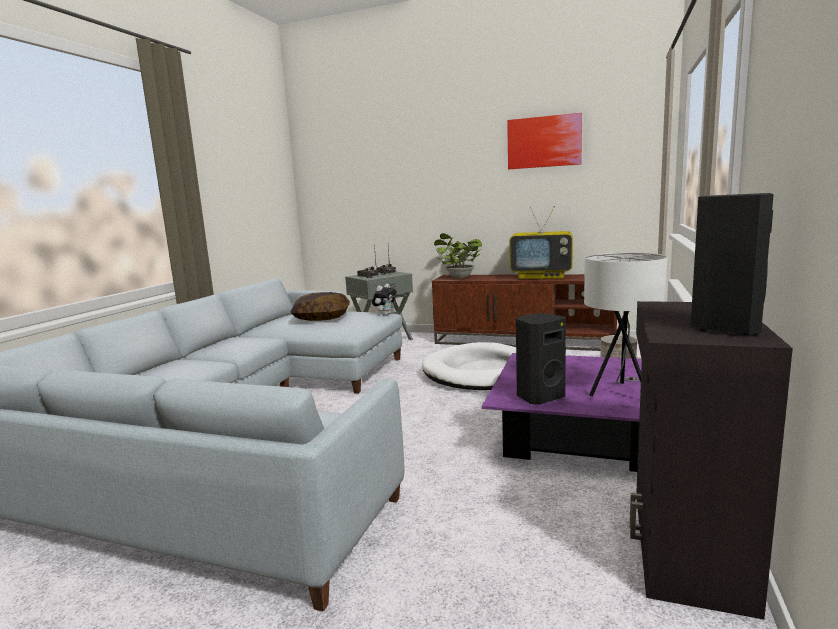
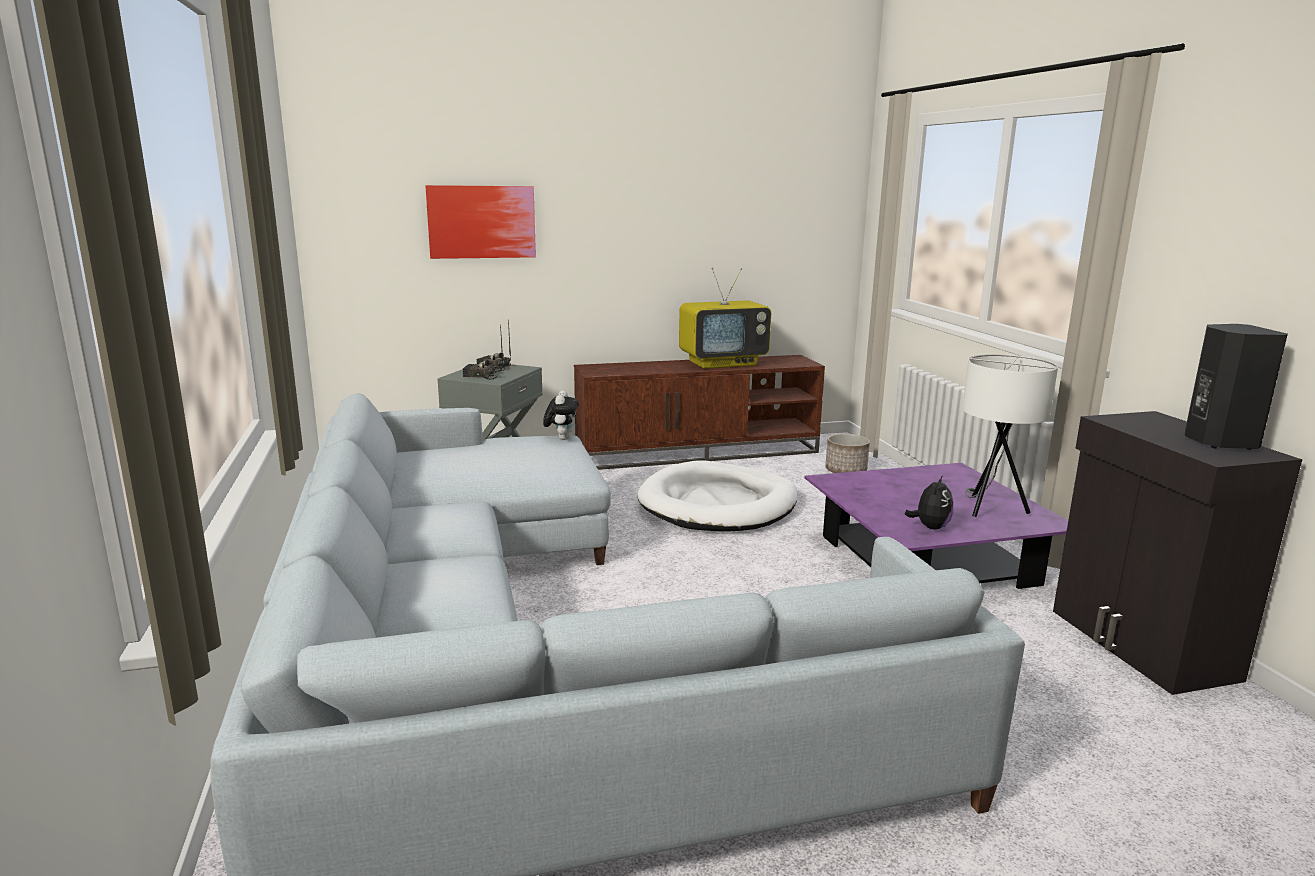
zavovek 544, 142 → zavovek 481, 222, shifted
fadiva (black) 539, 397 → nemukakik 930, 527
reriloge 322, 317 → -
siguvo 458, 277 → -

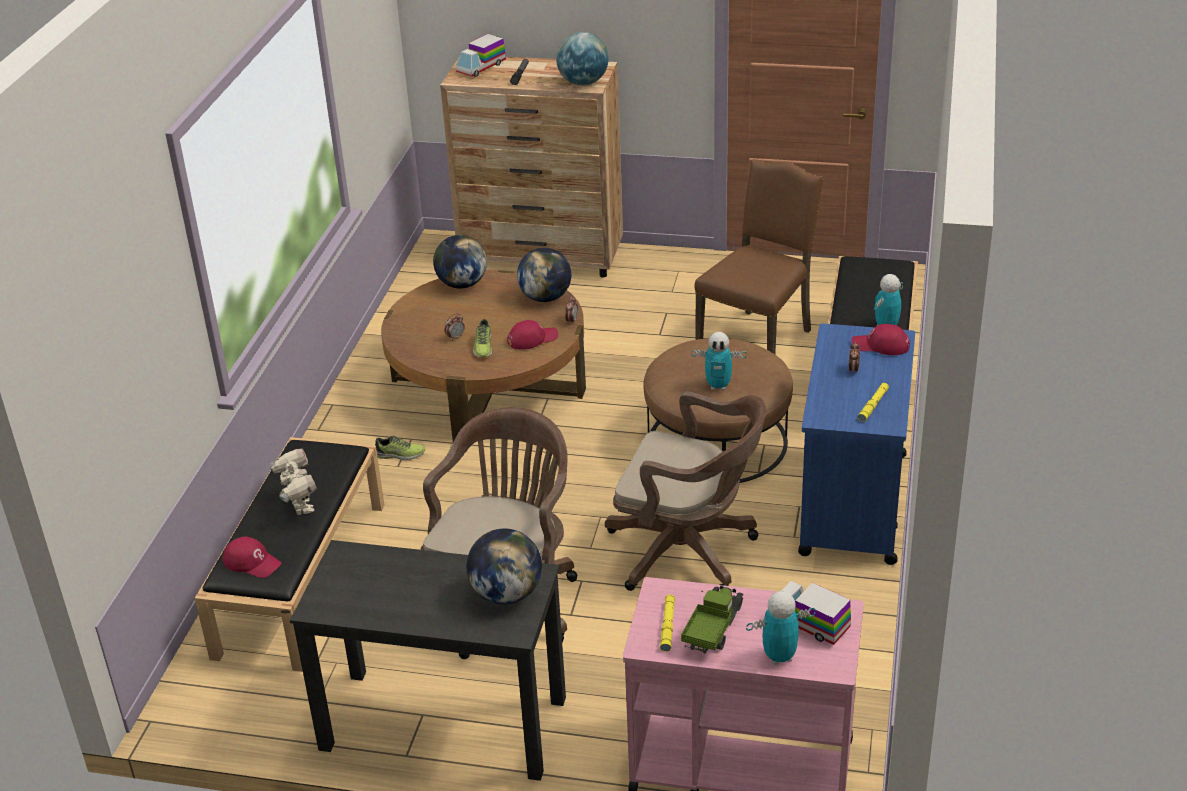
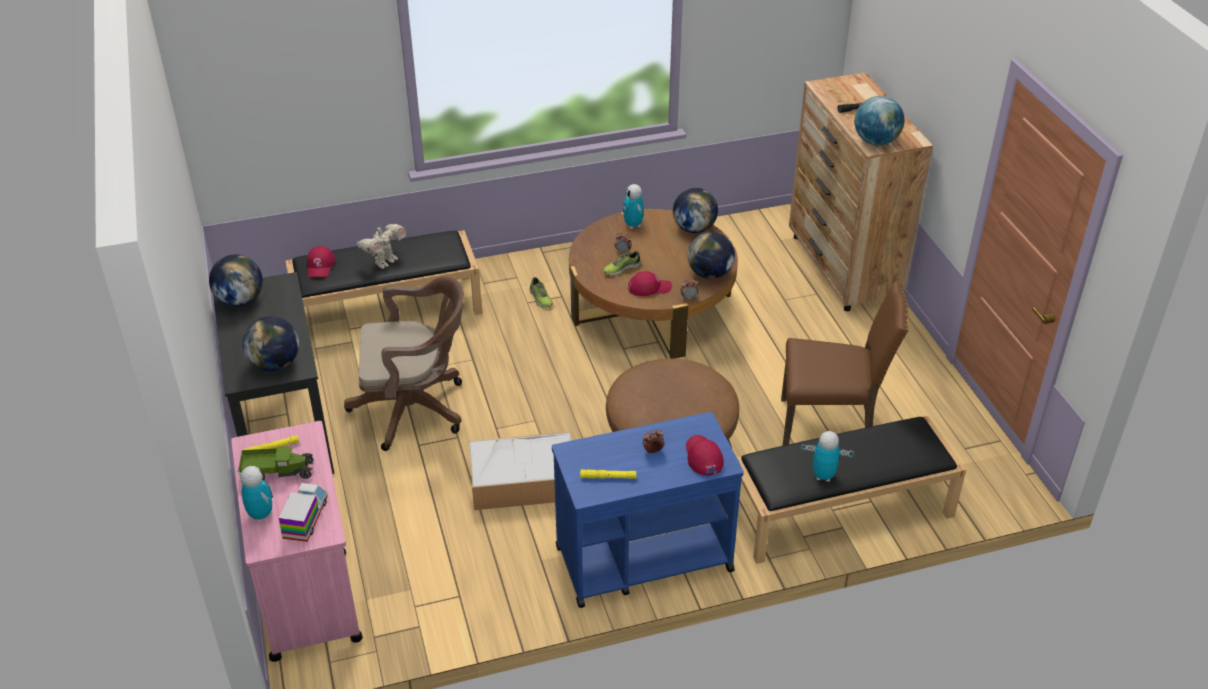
- → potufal 240, 300
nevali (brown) 689, 552 → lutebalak 522, 482
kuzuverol 718, 386 → kuzuverol 633, 225, shifted
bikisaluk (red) 532, 339 → bikisaluk (red) 649, 287, 45 degrees counterclockwise
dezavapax 481, 67 → -

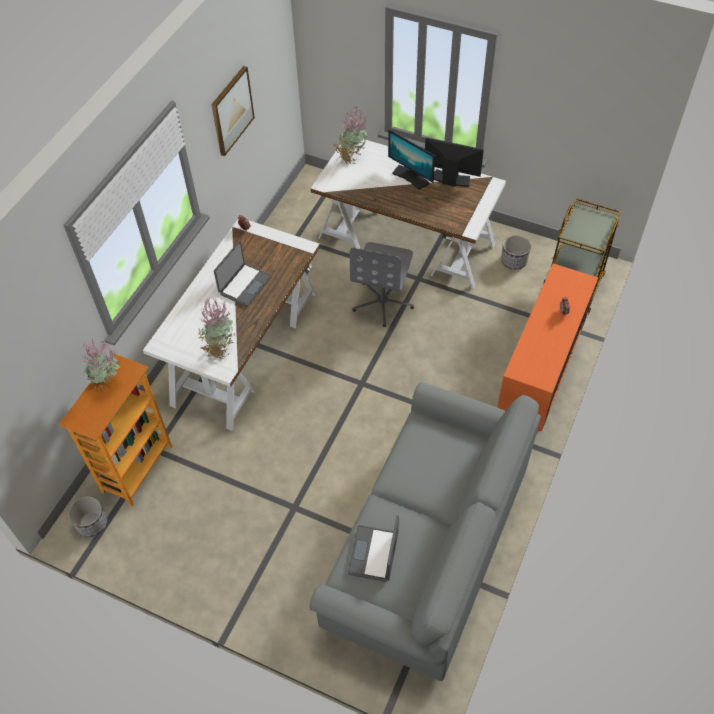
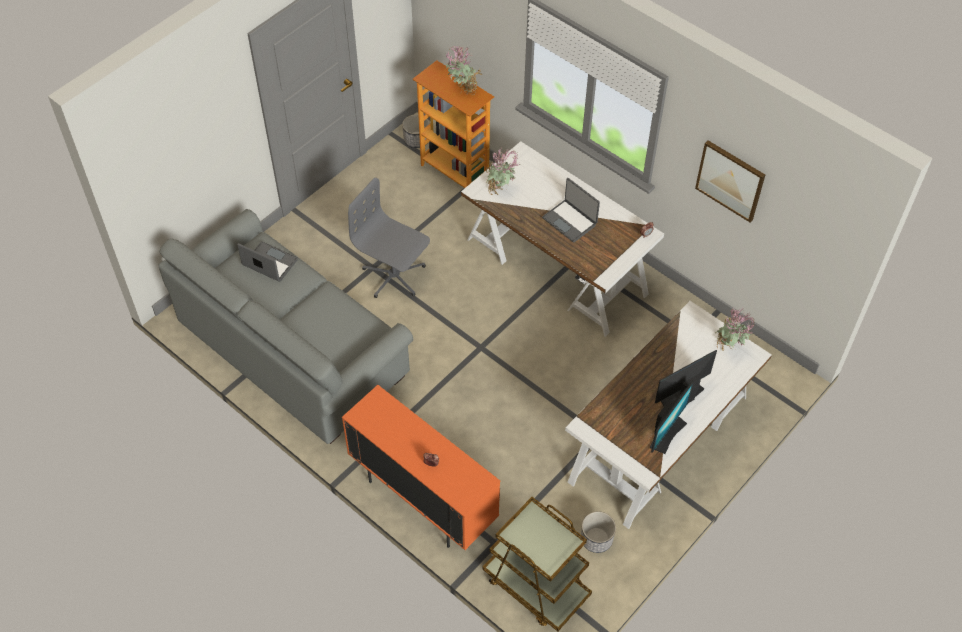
nevali (grey) 383, 302 → nevali (grey) 394, 276, shifted

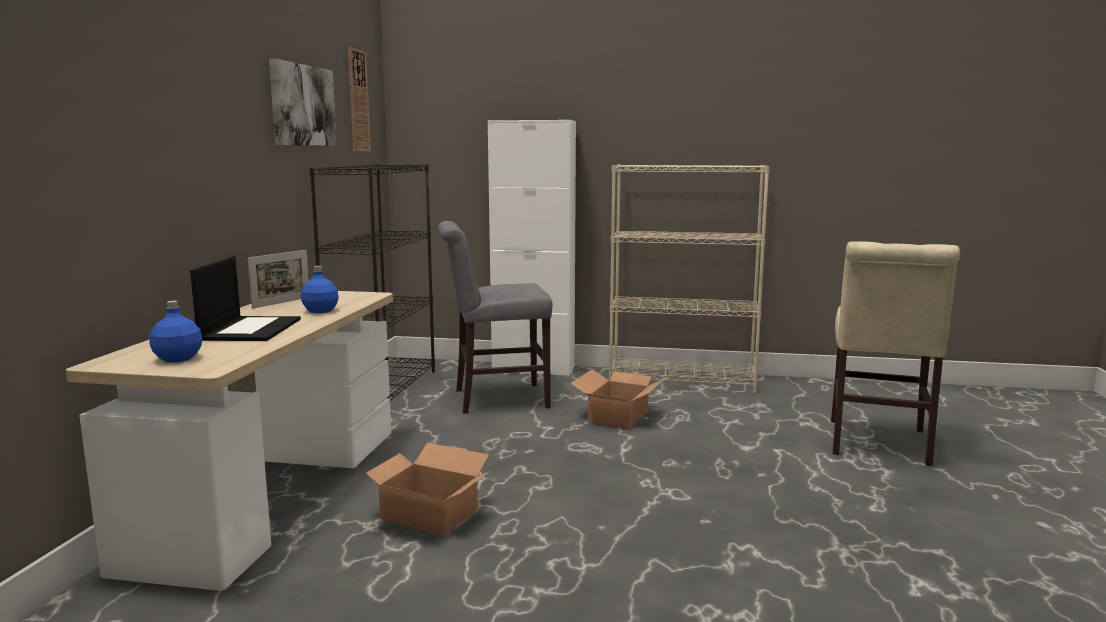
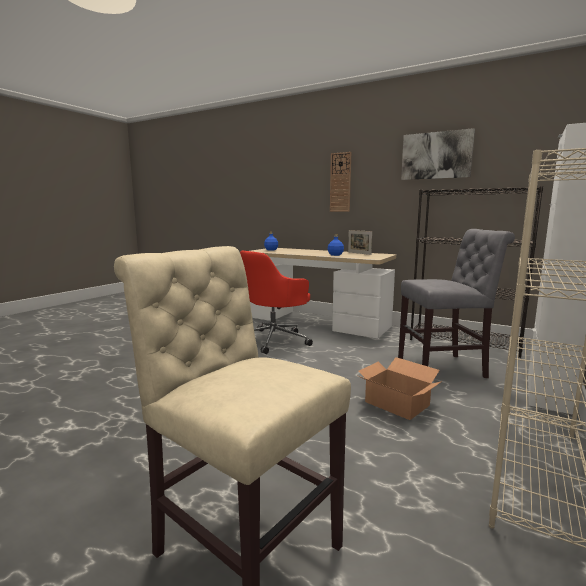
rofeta 429, 515 → nevali (red) 274, 340
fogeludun 358, 101 → fogeludun 340, 182, shifted
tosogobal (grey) 495, 399 → tosogobal (grey) 445, 368, 75 degrees clockwise
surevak 250, 329 → -

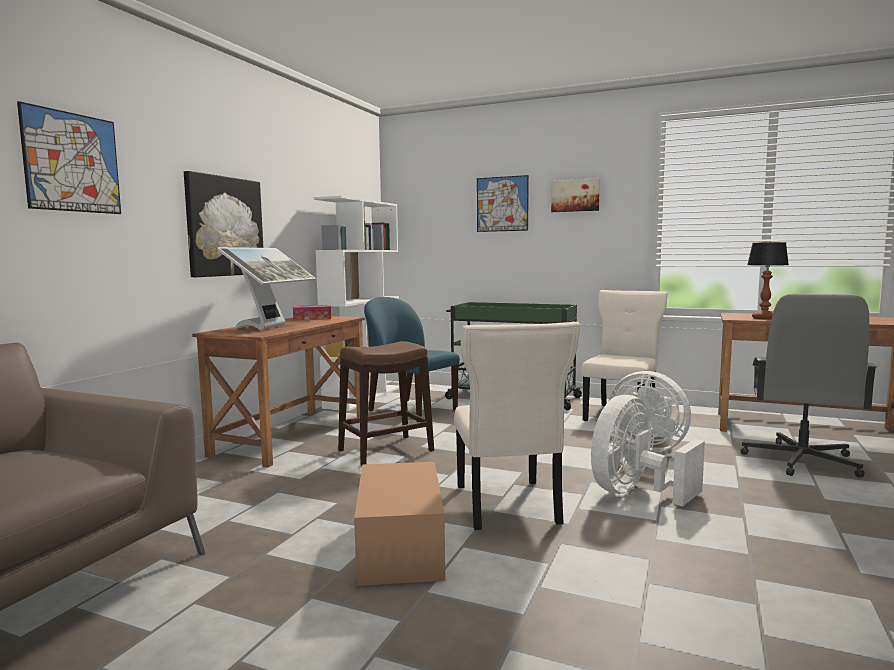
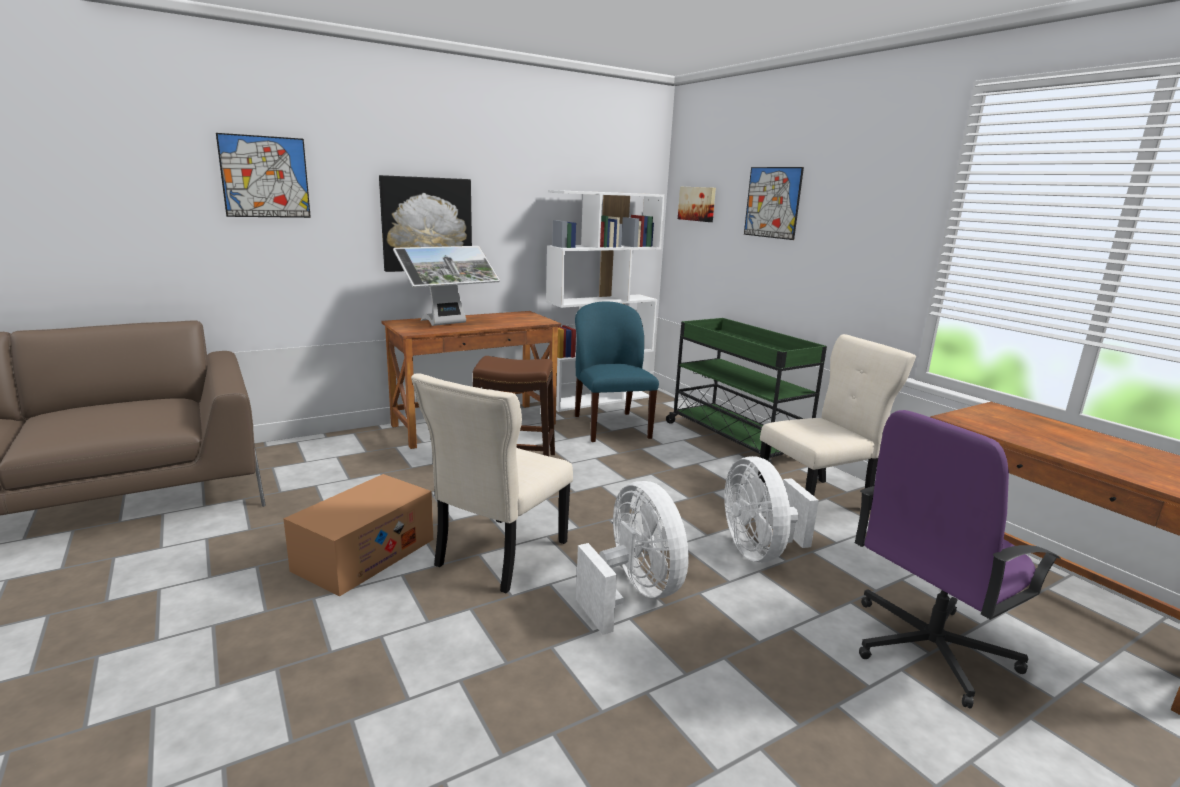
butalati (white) 635, 493 → butalati (white) 633, 594, 75 degrees clockwise
zavovek 575, 195 → zavovek 697, 204, shifted
nevali (grey) 801, 461 → nevali (purple) 927, 648
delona 312, 318 → -
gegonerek 764, 318 → -

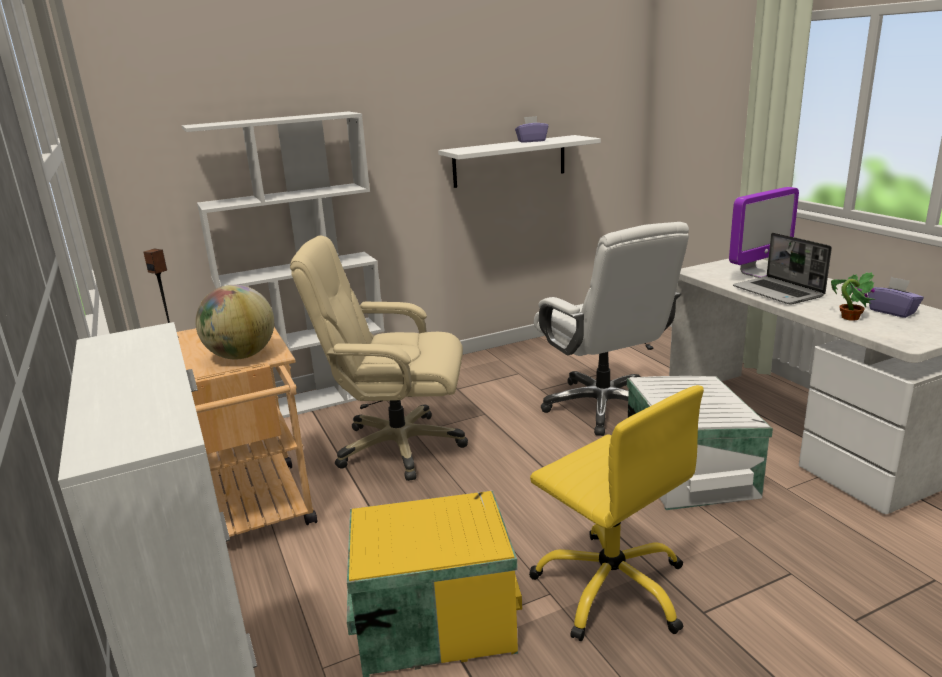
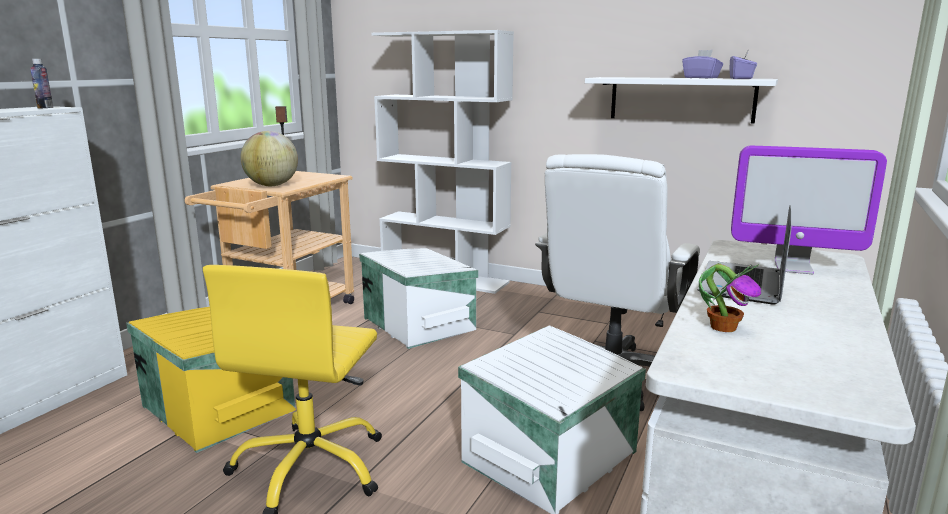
- → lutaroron 45, 107
nevali (beige) 398, 446 → lutebalak (white) 419, 323
delona (purple) 892, 311 → delona (purple) 741, 78, shifted

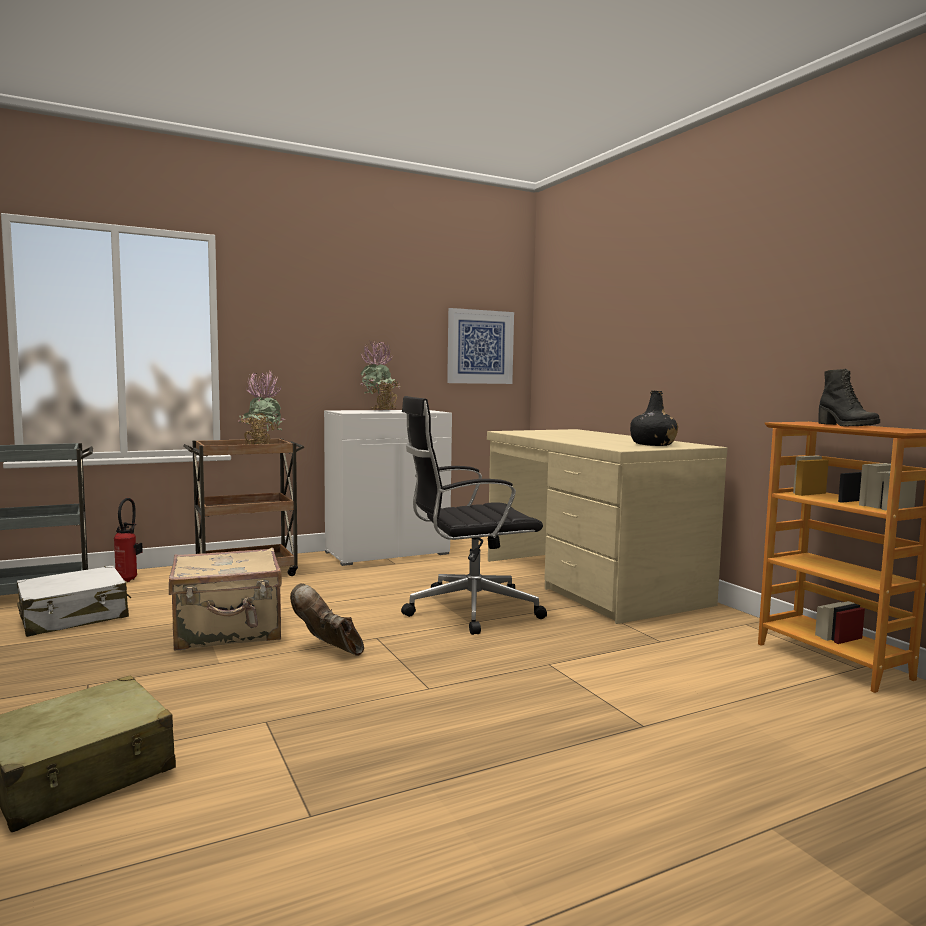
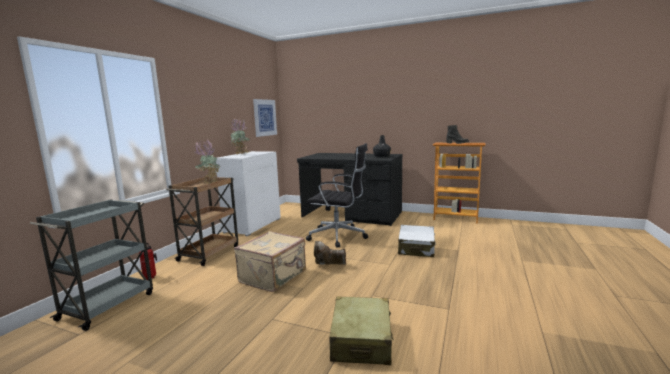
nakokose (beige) 589, 581 → nakokose (black) 352, 214
nevali (black) 468, 610 → nevali (black) 339, 236, 105 degrees counterclockwise
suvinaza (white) 74, 617 → suvinaza (white) 416, 248, shifted

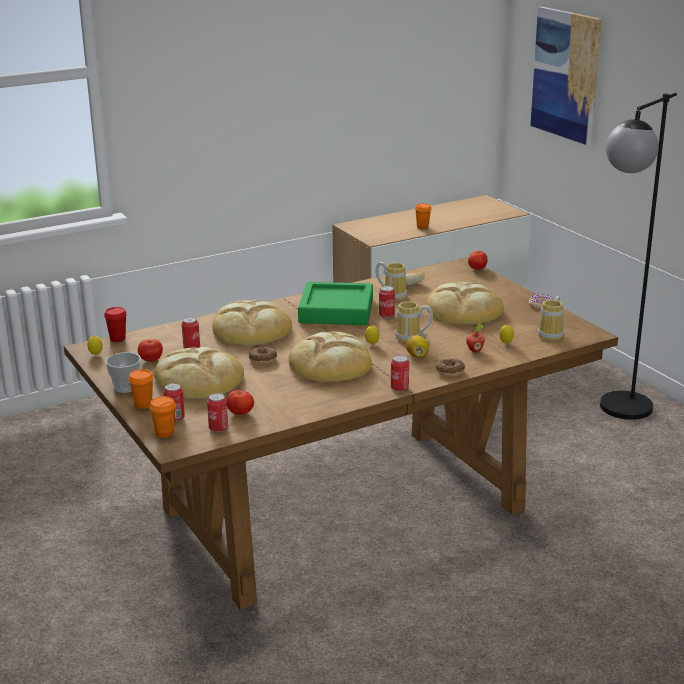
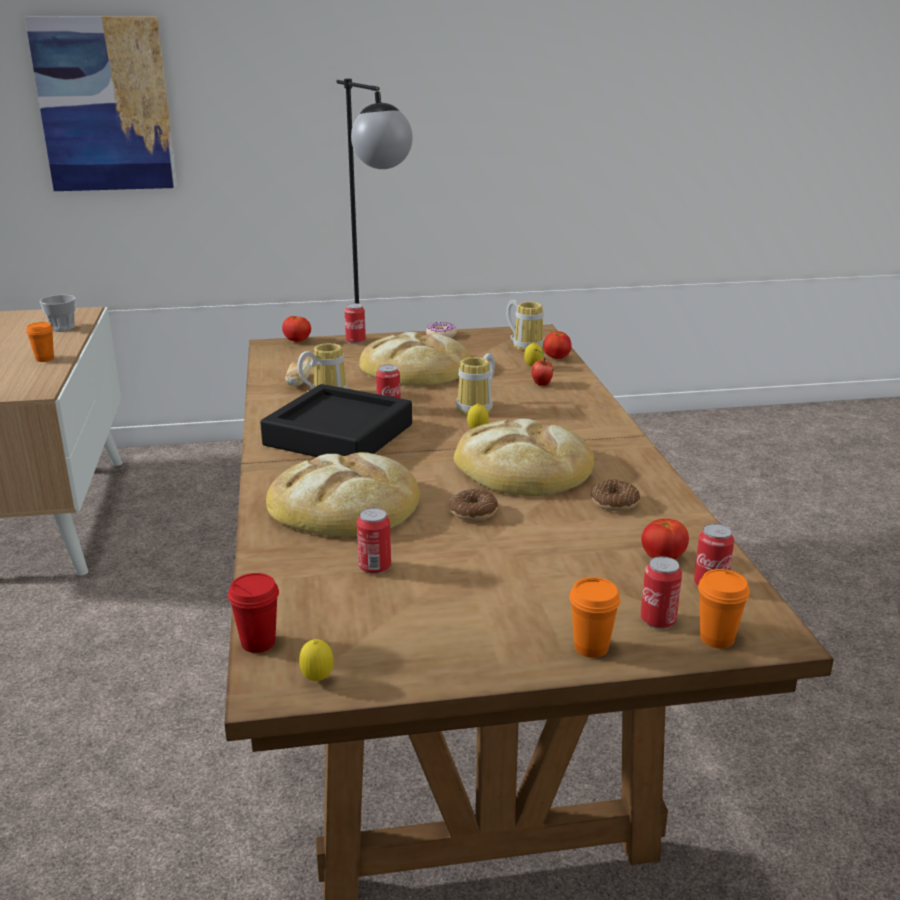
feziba 125, 387 → feziba 62, 328, shifted
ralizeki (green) 336, 310 → ralizeki (black) 339, 435
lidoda 399, 388 → lidoda 355, 341, shifted
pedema 151, 360 → pedema 556, 358, shifted
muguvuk 450, 371 → muguvuk 615, 503, shifted
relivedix 198, 379 → -
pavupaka 417, 356 → -

